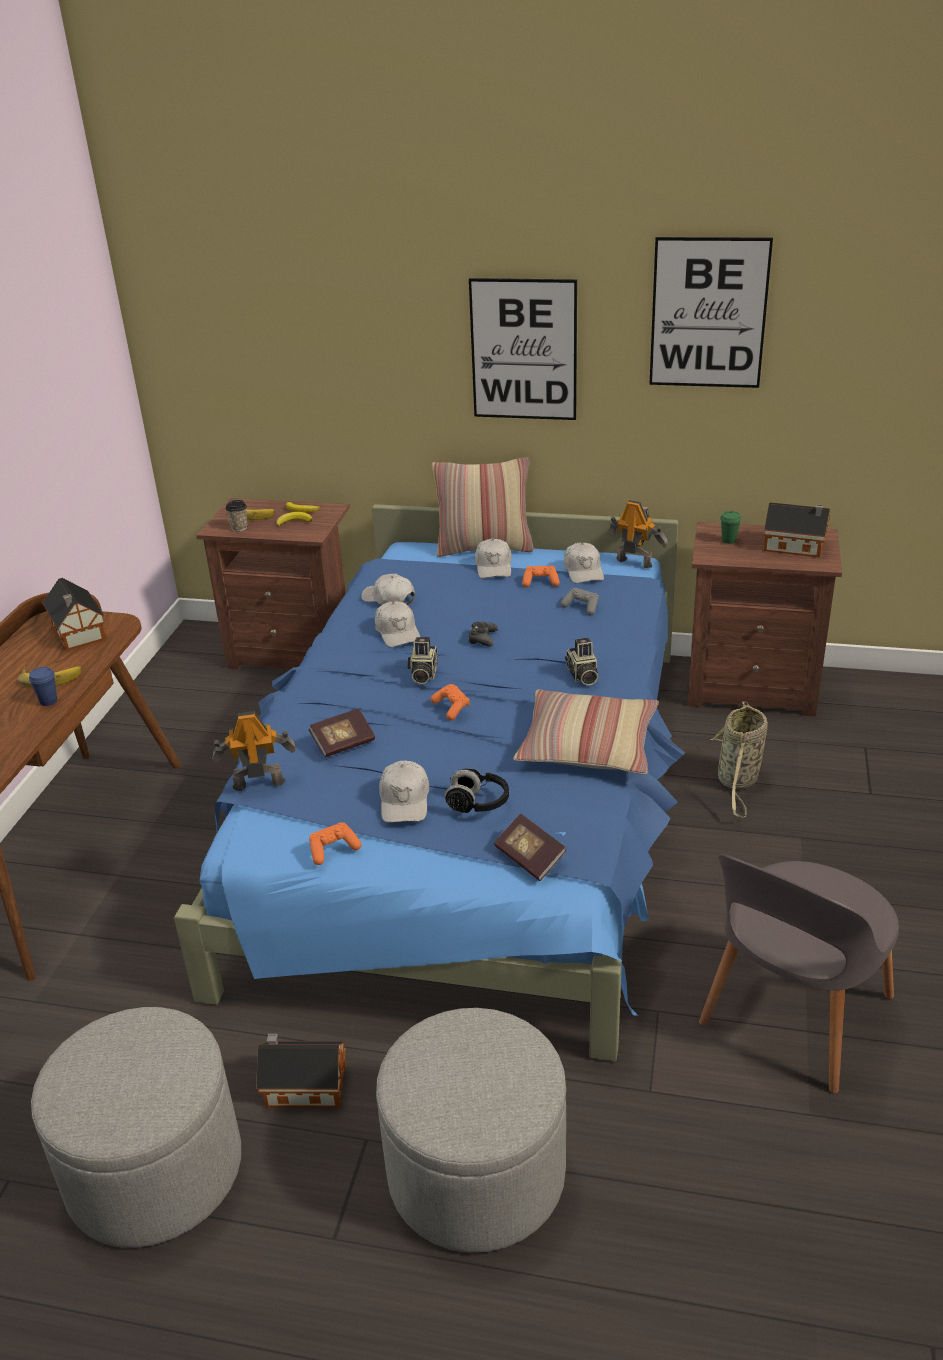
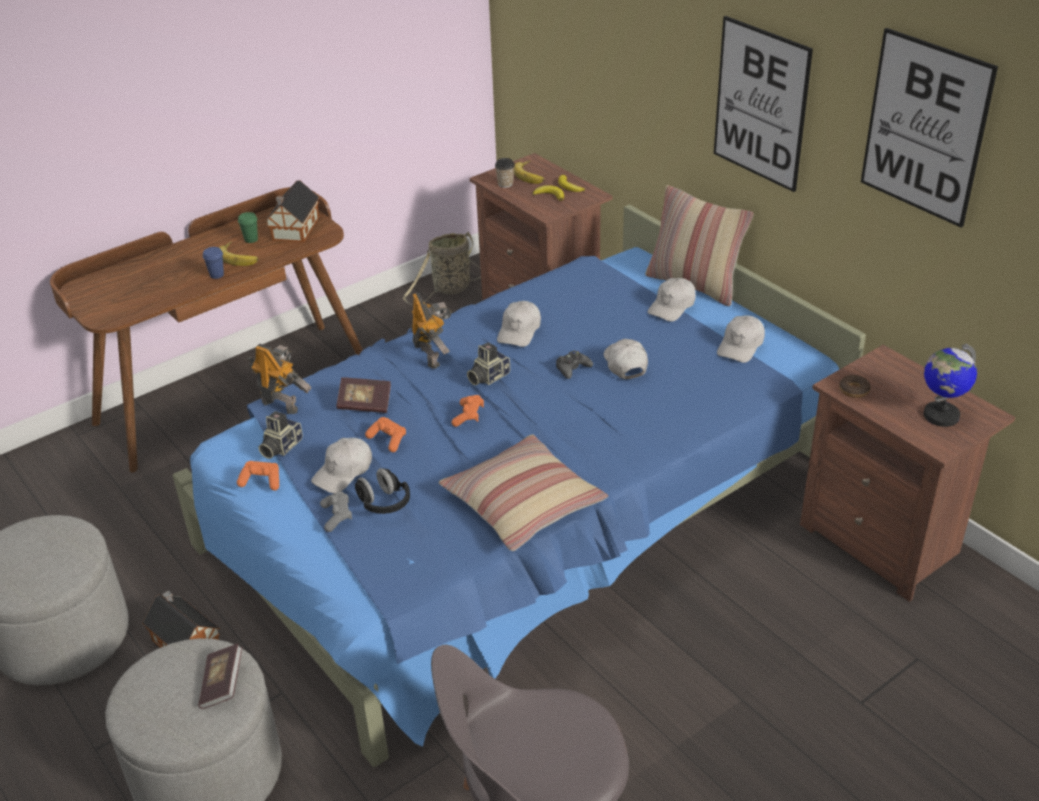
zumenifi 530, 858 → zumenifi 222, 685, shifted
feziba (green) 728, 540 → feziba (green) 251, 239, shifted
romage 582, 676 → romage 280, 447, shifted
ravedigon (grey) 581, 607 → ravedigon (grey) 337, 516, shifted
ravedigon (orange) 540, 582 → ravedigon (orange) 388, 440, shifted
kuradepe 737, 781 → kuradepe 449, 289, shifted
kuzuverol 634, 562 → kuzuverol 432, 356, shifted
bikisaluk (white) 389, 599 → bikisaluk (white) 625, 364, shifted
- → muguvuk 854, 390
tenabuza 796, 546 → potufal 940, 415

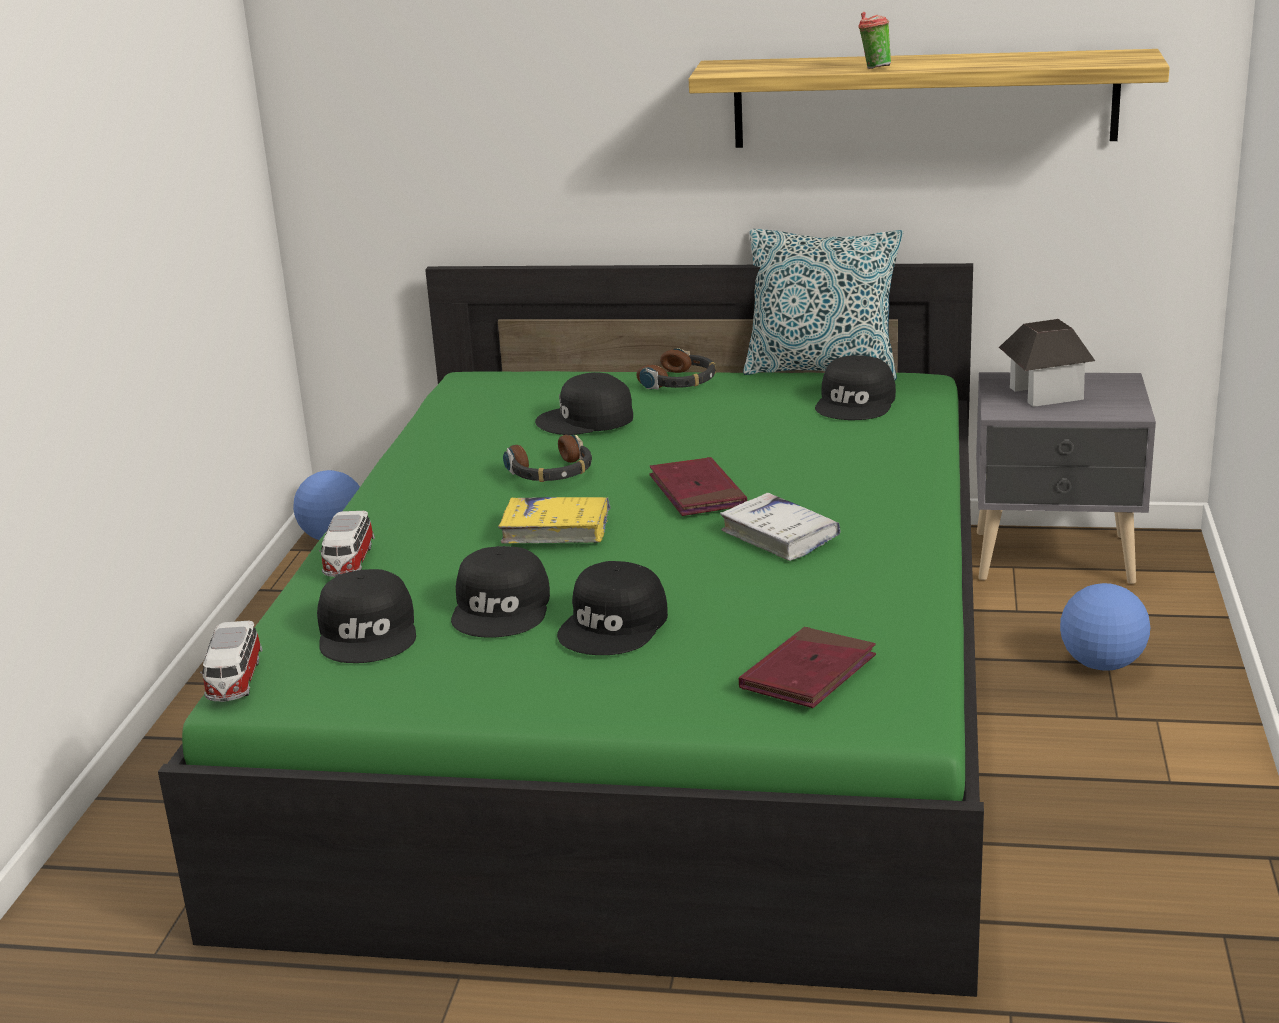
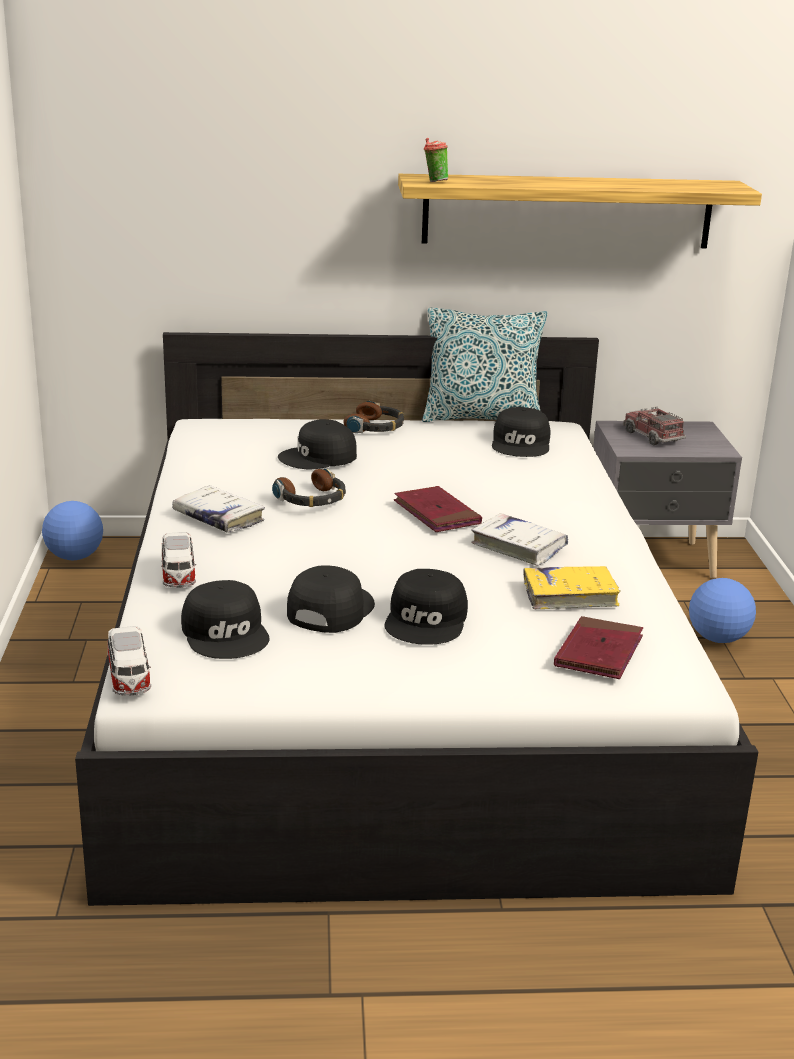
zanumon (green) 650, 698 → zanumon (white) 391, 678
- → zumenifi (white) 218, 518
bikisaluk (black) 503, 608 → bikisaluk (black) 329, 609, 150 degrees counterclockwise
feziba 874, 68 → feziba 434, 181, shifted
zumenifi (yellow) 556, 530 → zumenifi (yellow) 570, 596, shifted
tenabuza 1044, 393 → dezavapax 652, 436

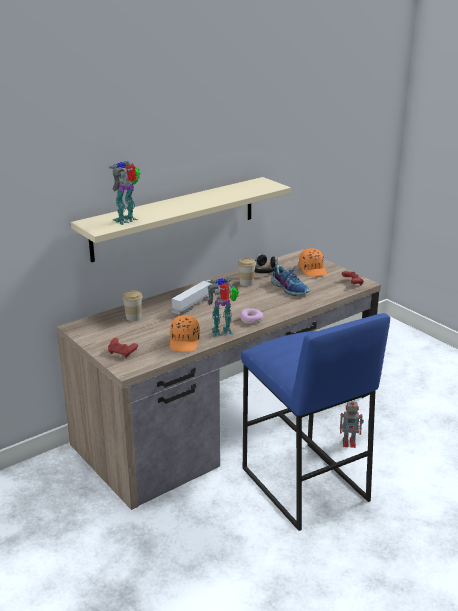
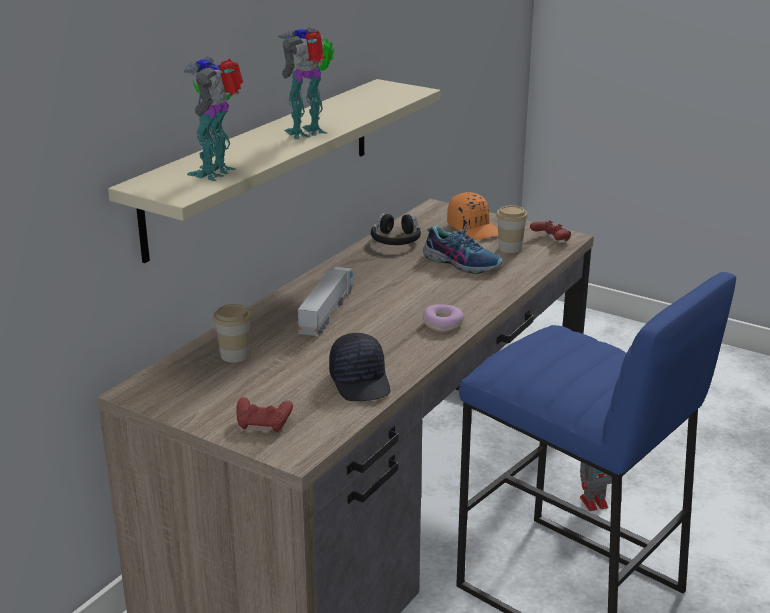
kuzuverol 223, 333 → kuzuverol 308, 133, shifted
bikisaluk (orange) 185, 341 → bikisaluk (black) 361, 382
feziba 246, 283 → feziba 510, 248, shifted

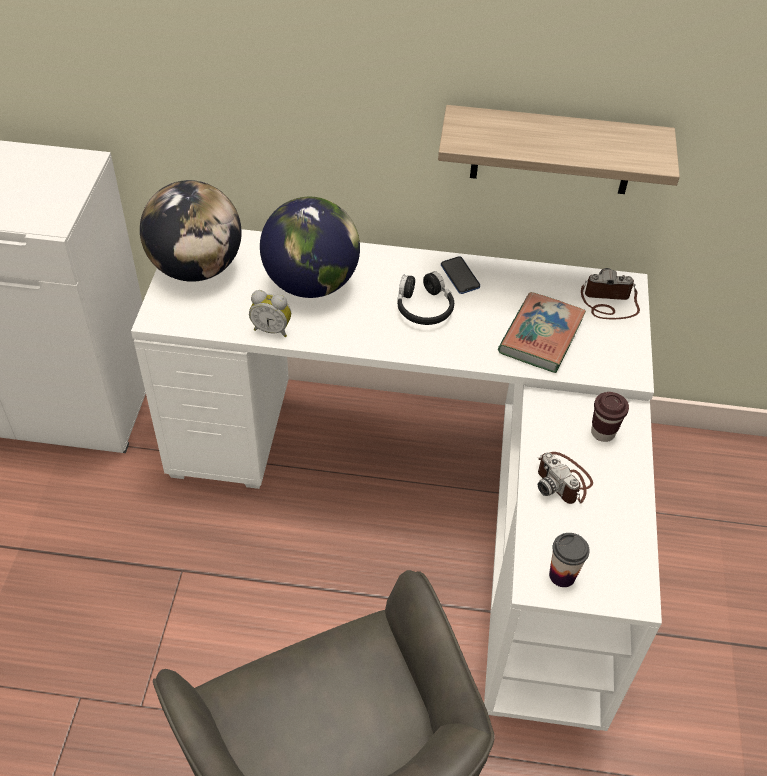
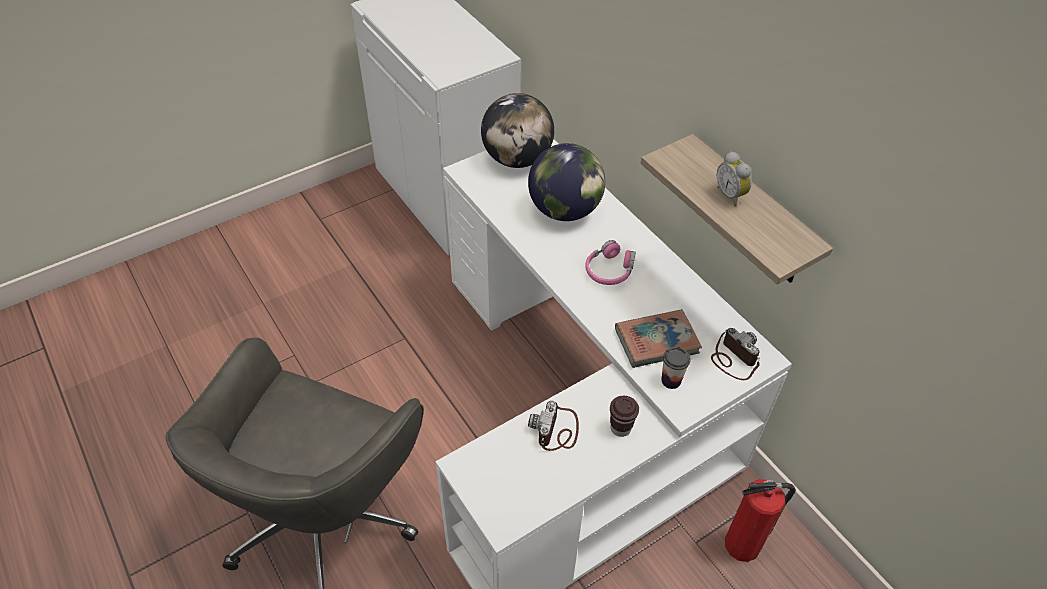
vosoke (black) 424, 307 → vosoke (pink) 609, 270
feziba 562, 575 → feziba 671, 380, shifted
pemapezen 272, 329 → pemapezen 731, 195, shifted
- → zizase 743, 544
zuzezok 460, 276 → -

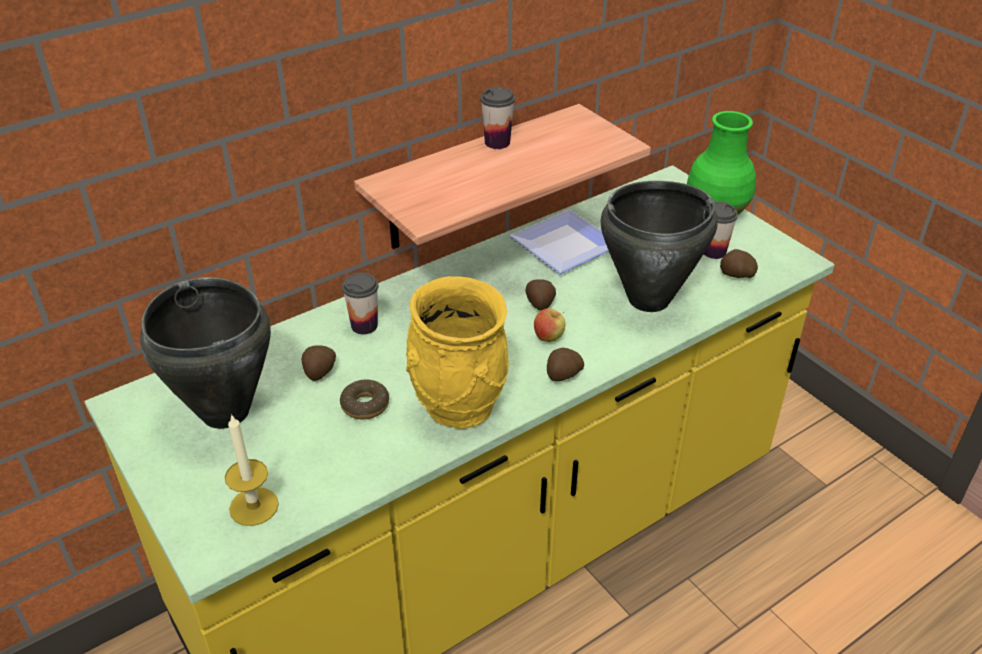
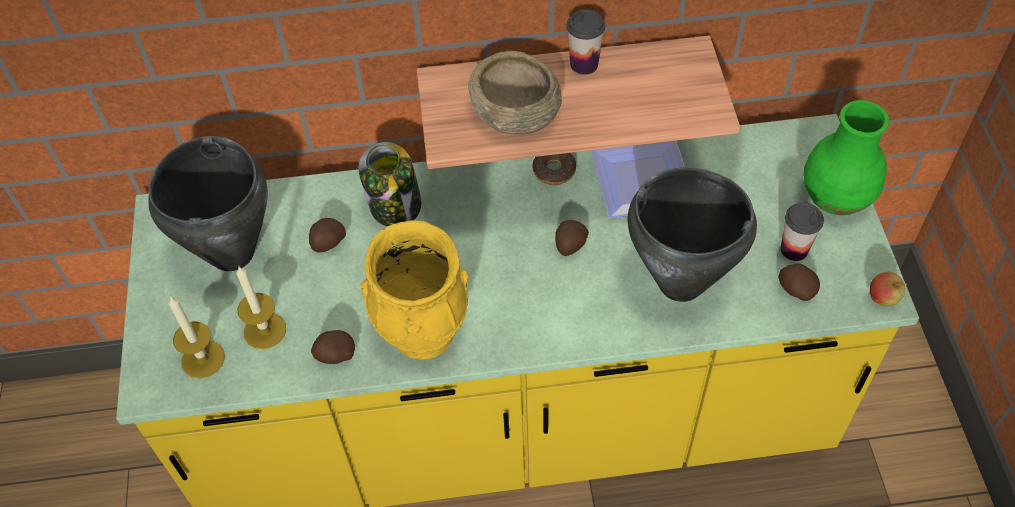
- → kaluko 265, 330
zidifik 562, 375 → zidifik 335, 355, shifted
feziba 364, 326 → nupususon 395, 206
- → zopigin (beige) 513, 109
muguvuk 365, 405 → muguvuk 554, 171, shifted
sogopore 549, 338 → sogopore 882, 299, shifted

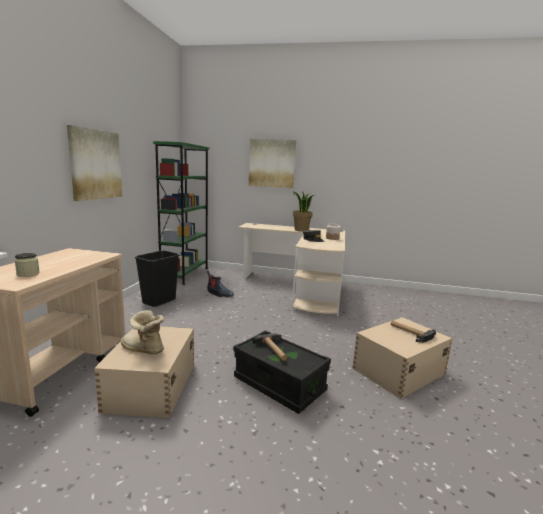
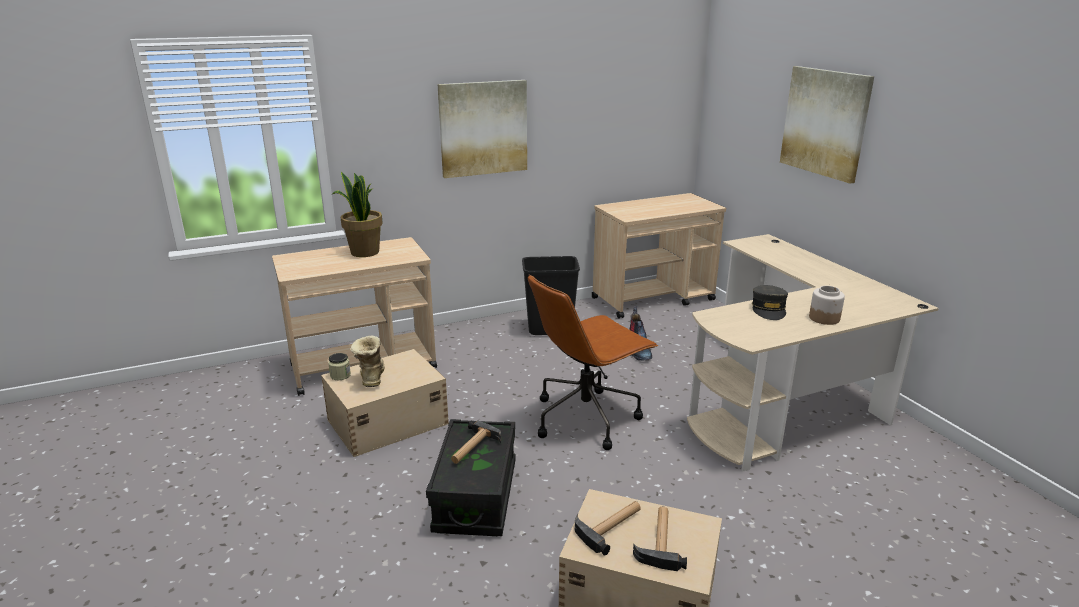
nupususon 28, 274 → nupususon 340, 375, shifted
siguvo 301, 230 → siguvo 364, 252, shifted
- → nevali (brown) 586, 417
- → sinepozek 610, 526
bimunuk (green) 185, 274 → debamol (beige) 653, 299

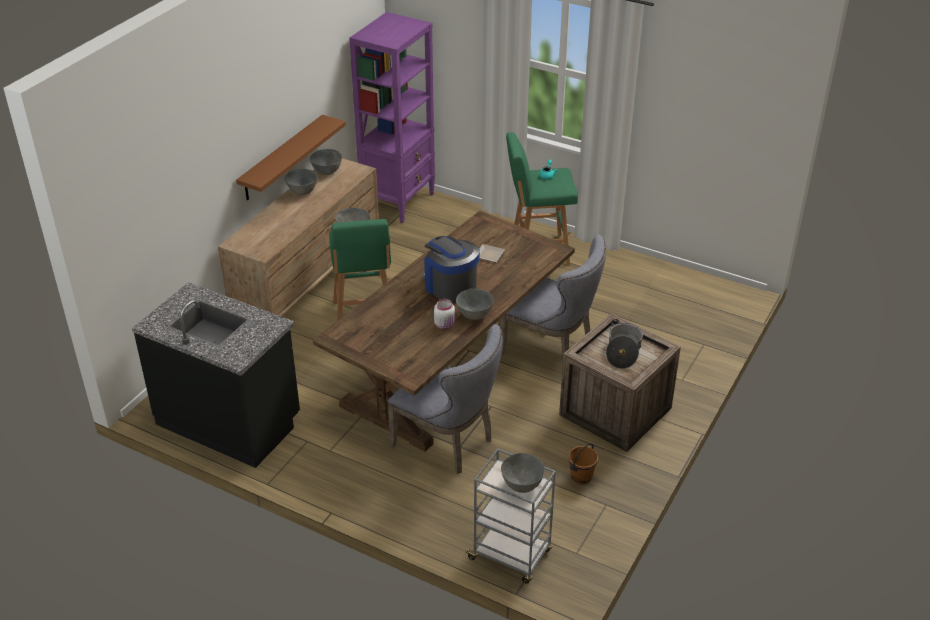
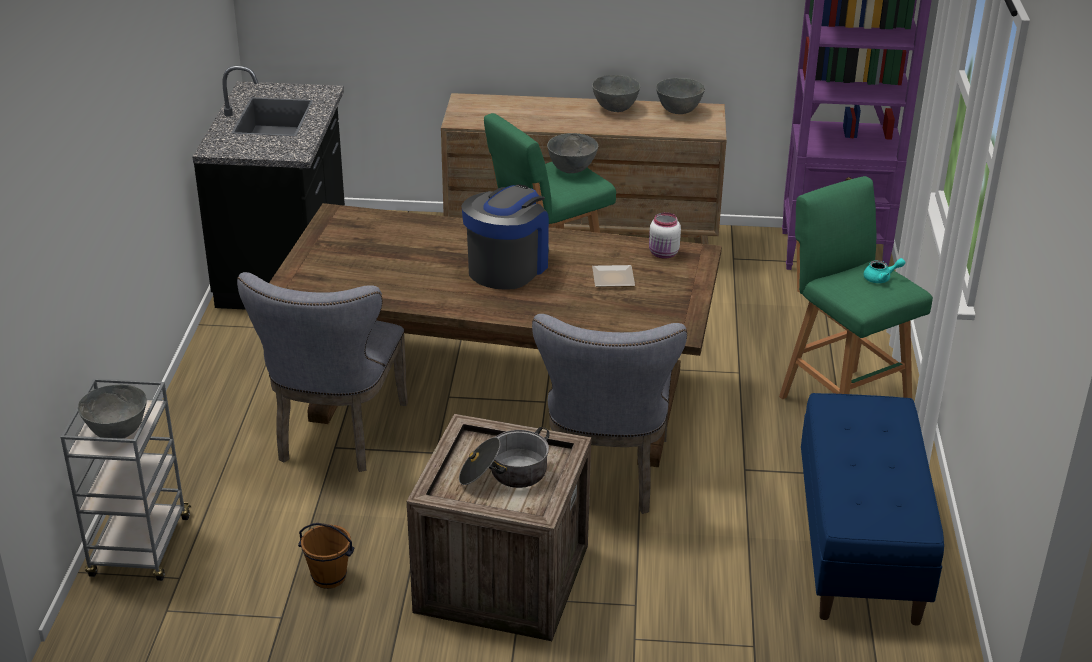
nupususon (white) 445, 325 → nupususon (white) 664, 254, shifted
- → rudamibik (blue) 860, 546
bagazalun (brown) 282, 158 → -
zopigin (grey) 474, 315 → -

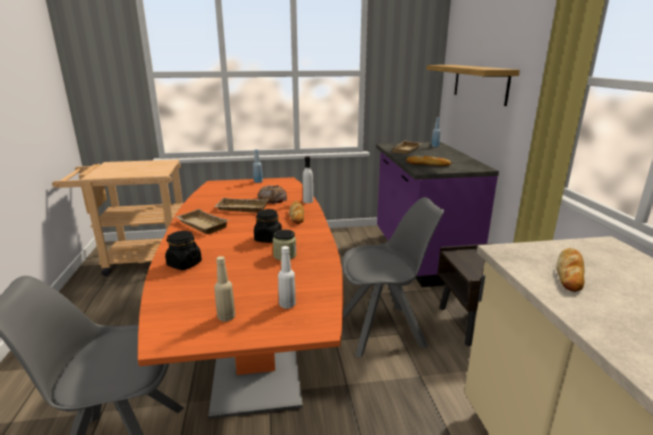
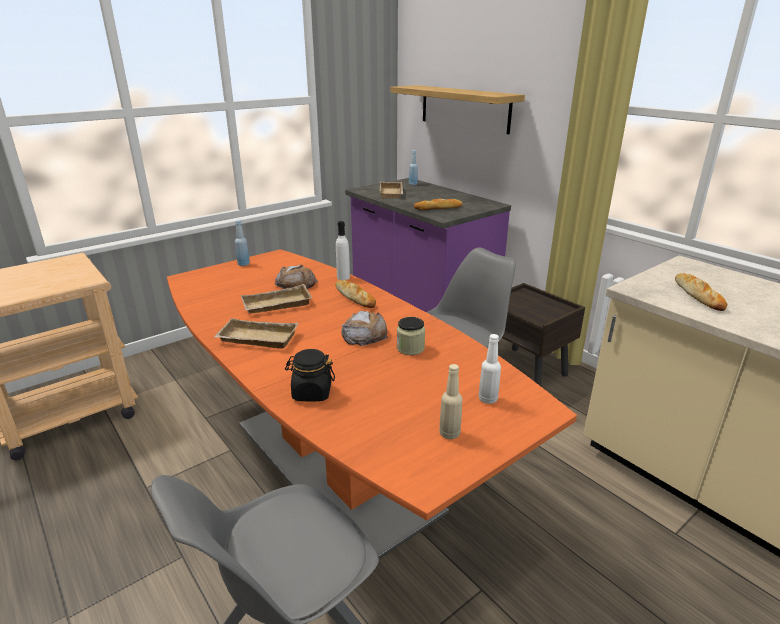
nupususon (black) 268, 239 → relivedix 364, 334

